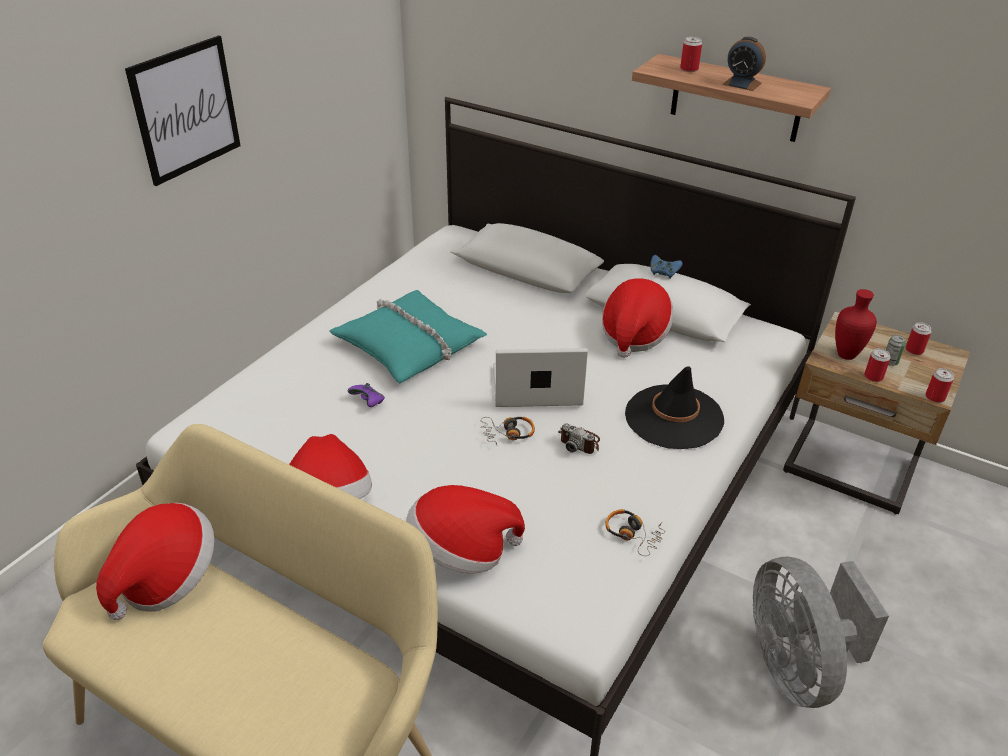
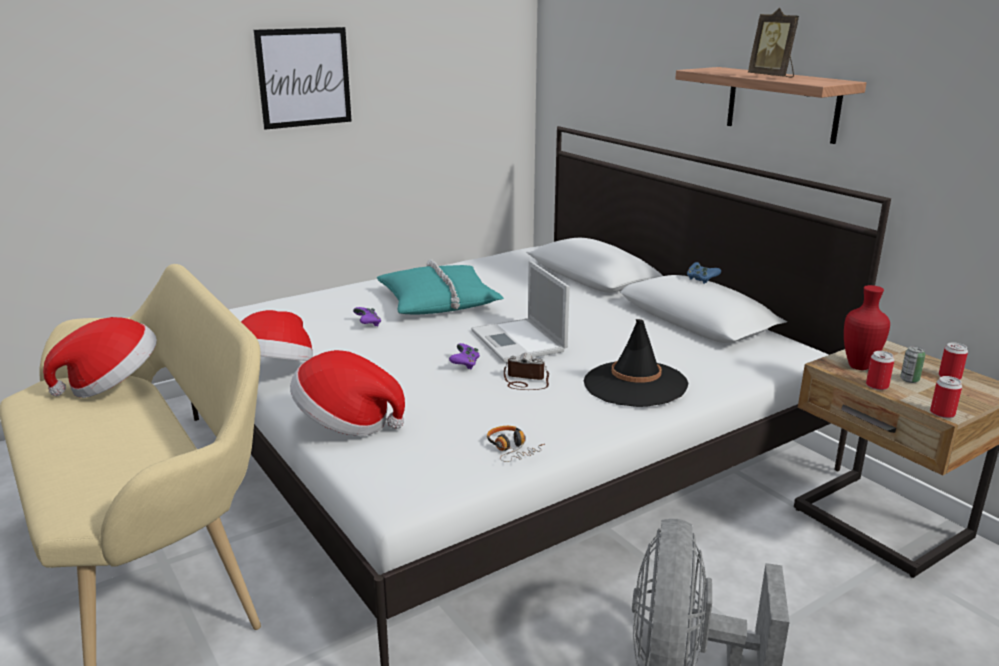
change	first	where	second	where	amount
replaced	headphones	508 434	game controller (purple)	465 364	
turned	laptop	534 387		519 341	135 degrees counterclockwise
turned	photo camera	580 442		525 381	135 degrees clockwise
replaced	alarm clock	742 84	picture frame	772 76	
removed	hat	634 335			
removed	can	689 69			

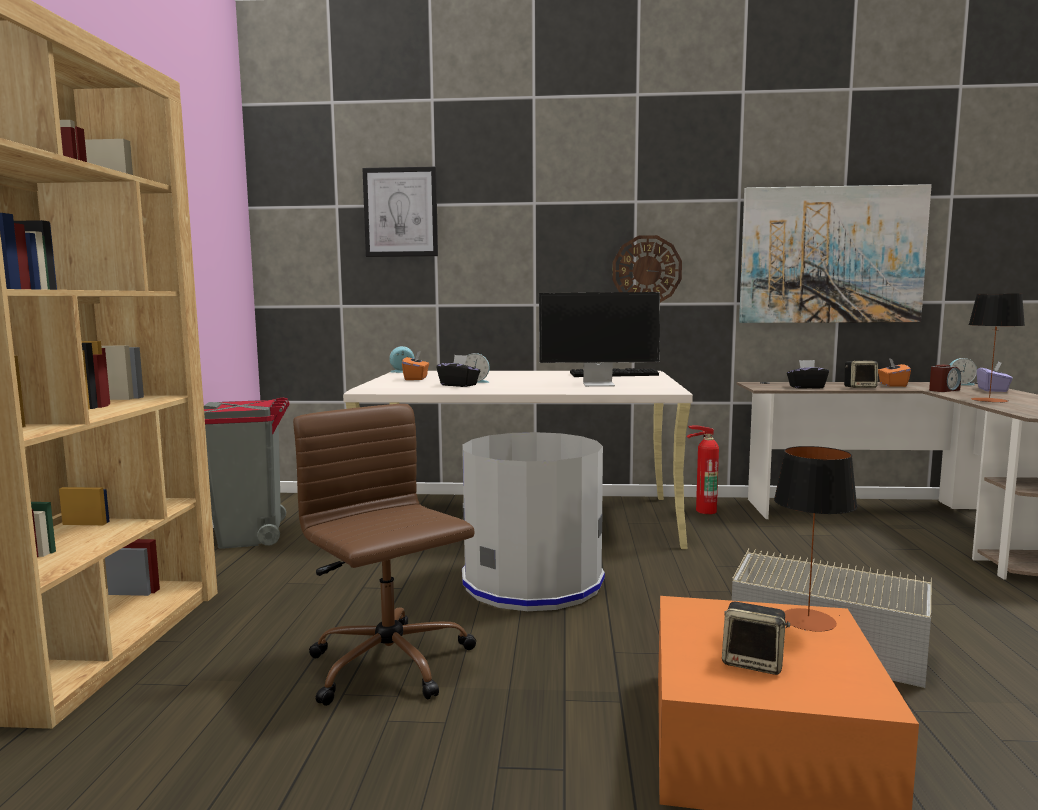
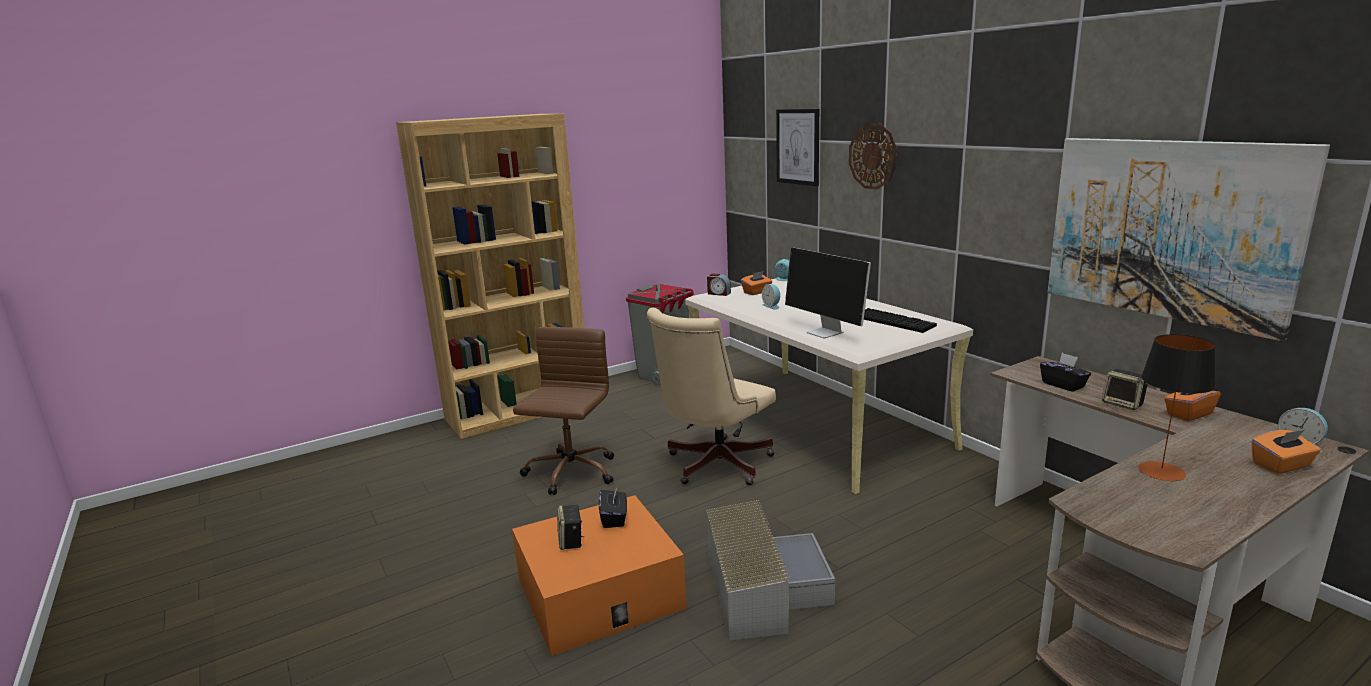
change	first	where	second	where	amount
moved	tissue box (black)	459 385		614 518	
replaced	trash can (grey)	532 581	office chair (beige)	713 466	
moved	alarm clock	944 390		718 293	
moved	wall clock	646 270		873 156	
recoloured	tissue box (purple)	993 390	tissue box (orange)	1281 466	
removed	fire extinguisher	703 510			
removed	table lamp	808 620			

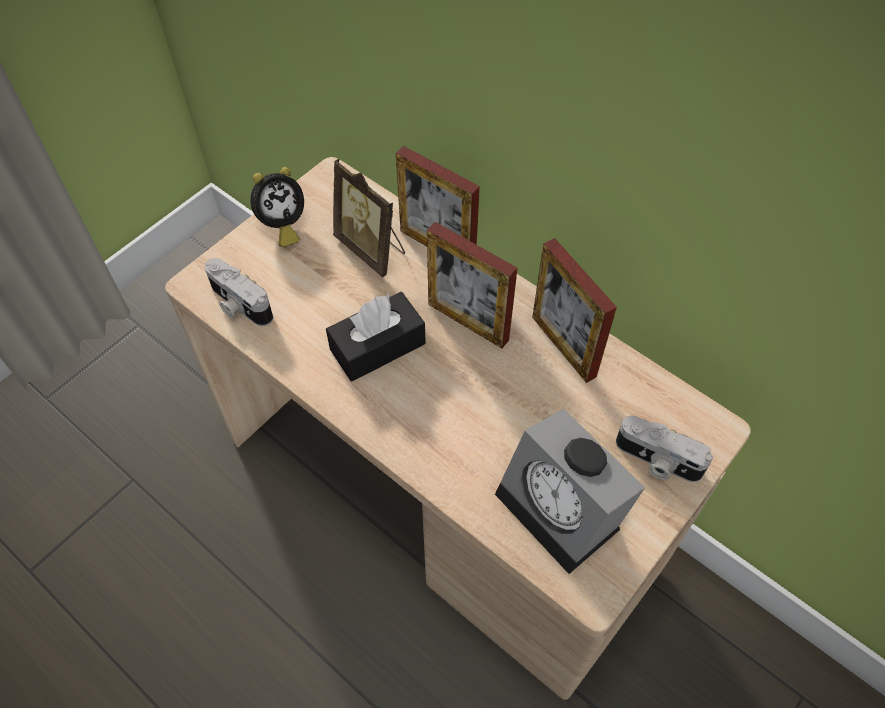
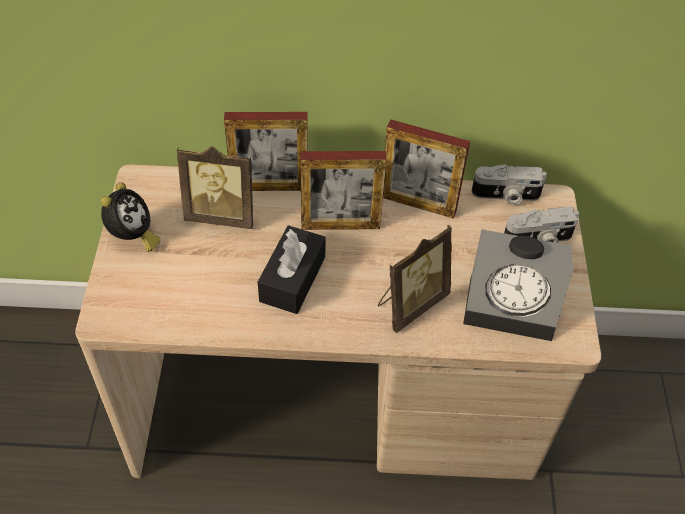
change	first	where	second	where	amount
added			picture frame	410 303	
moved	photo camera	238 304		506 196	

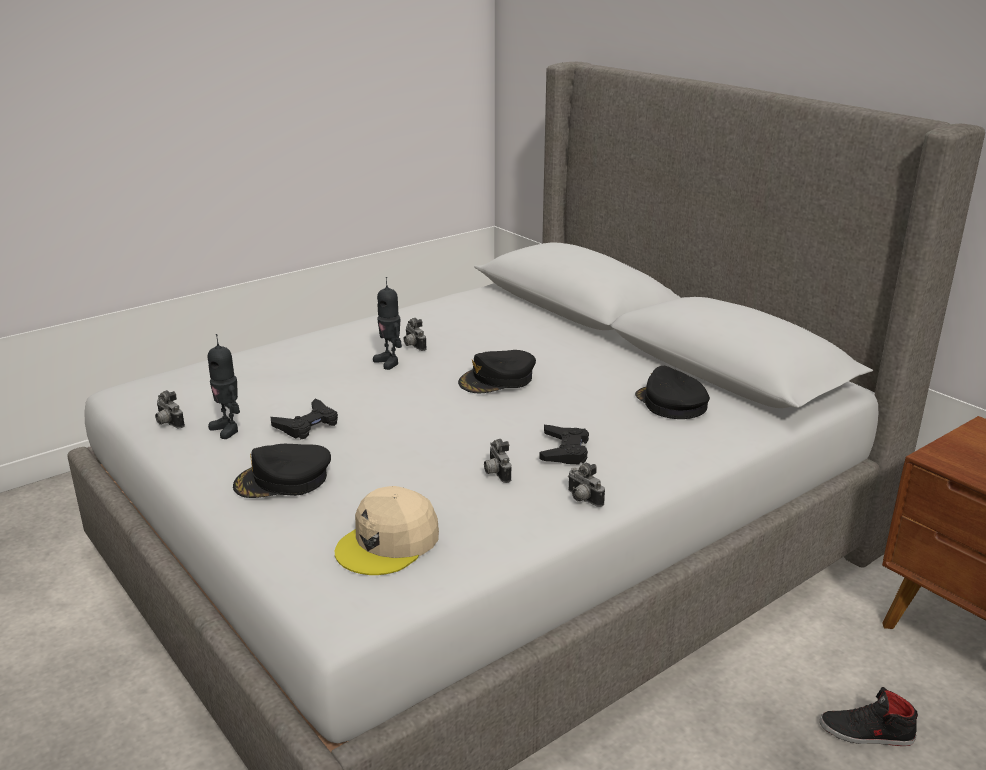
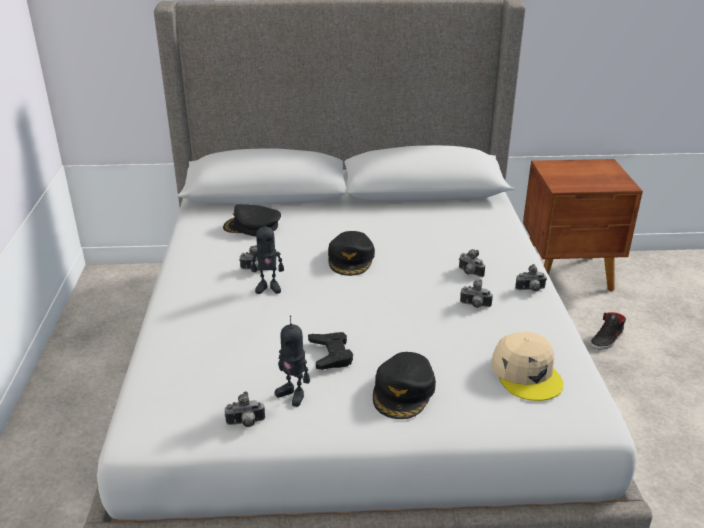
change	first	where	second	where	amount
moved	cap (black)	671 403		252 226	
turned	toy robot	228 429		293 394	45 degrees clockwise
replaced	game controller (black)	564 450	photo camera	469 273	

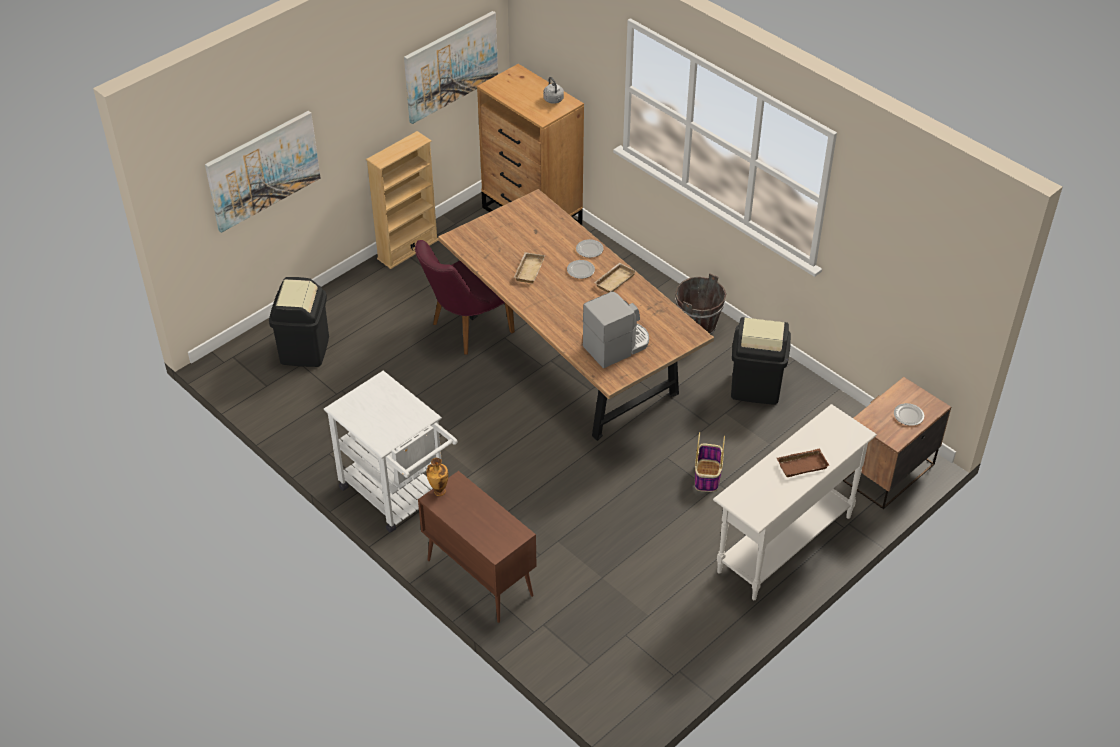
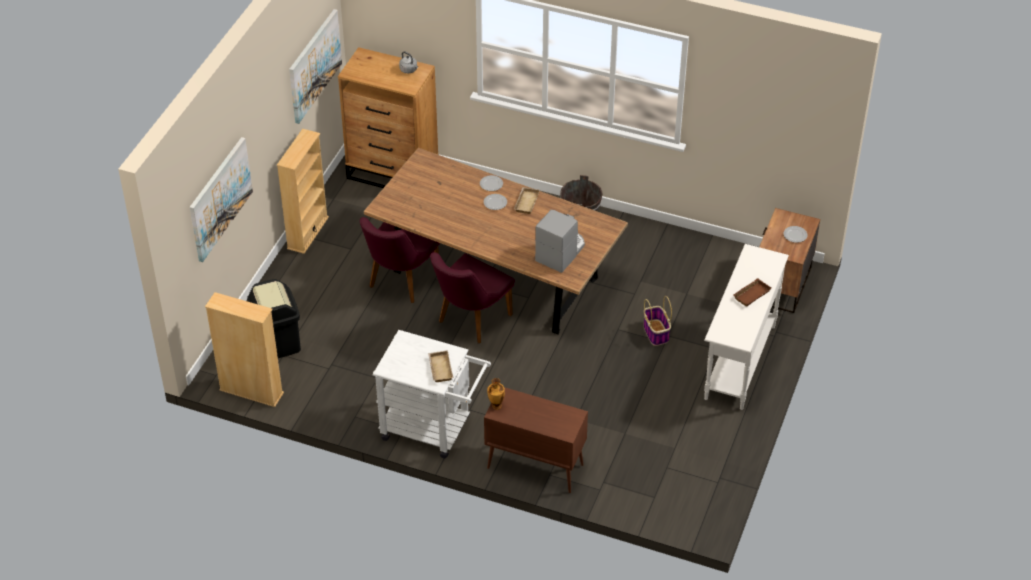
change	first	where	second	where	amount
added			bookcase (beige)	251 392	
moved	tray (beige)	528 270		439 368	
added			chair (purple)	469 321	
removed	trash can (black)	756 387			

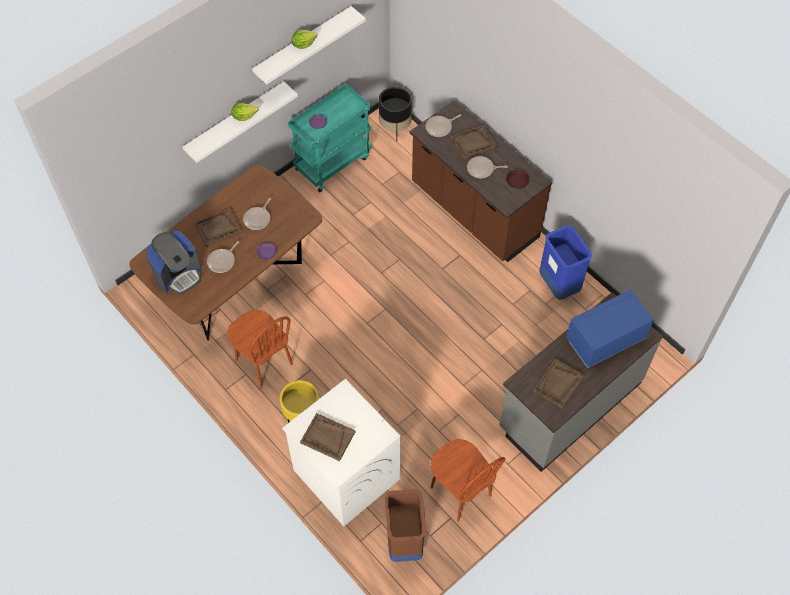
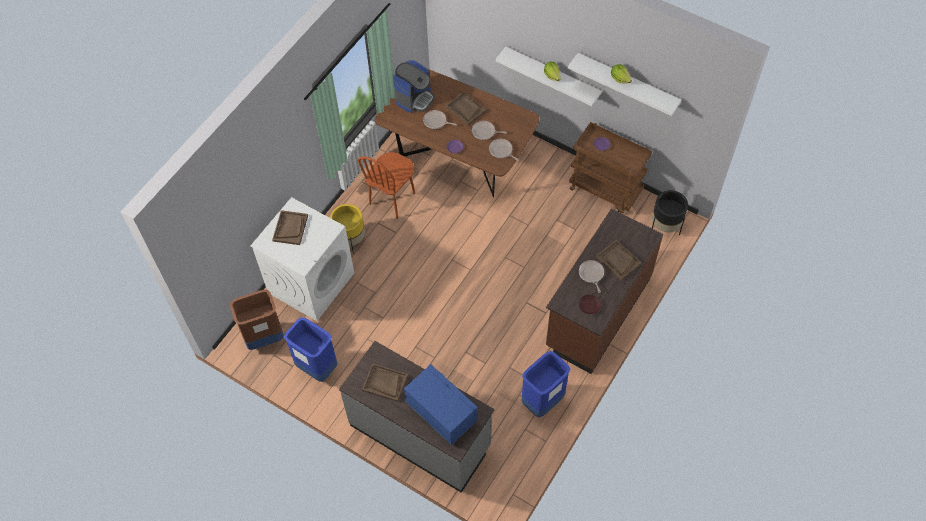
change	first	where	second	where	amount
replaced	chair (brown)	460 492	trash can (blue)	316 367	
turned	coffee machine	178 274		414 98	90 degrees counterclockwise
moved	frying pan	440 127		501 151	
recoloured	cart (turquoise)	333 162	cart (brown)	606 190	

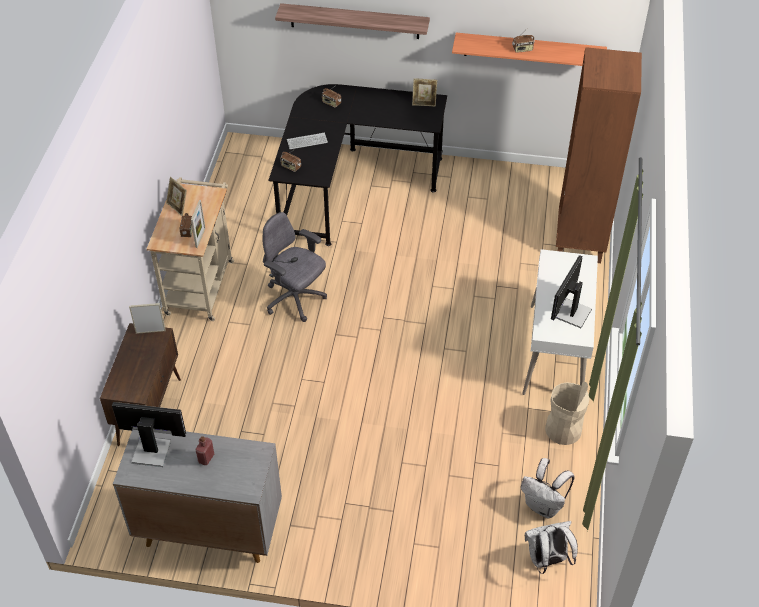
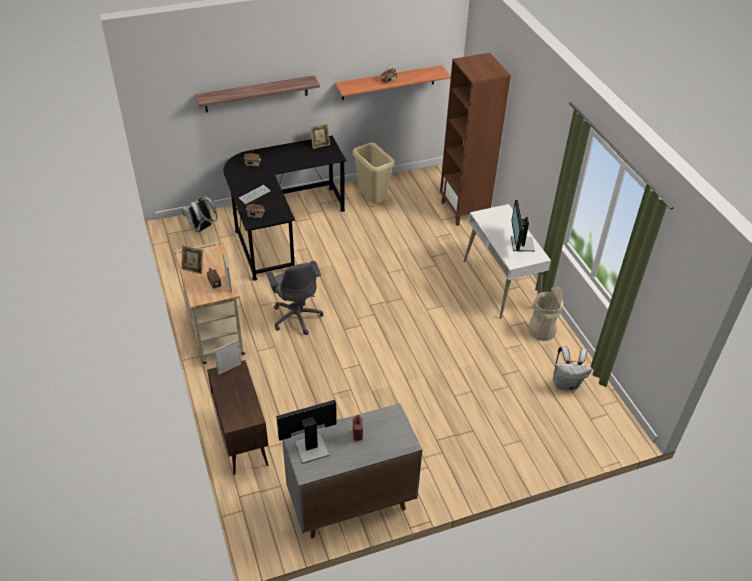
change	first	where	second	where	amount
moved	backpack (white)	547 560		202 228	
turned	office chair (grey)	295 299		297 317	120 degrees counterclockwise
added			trash can (beige)	373 201	

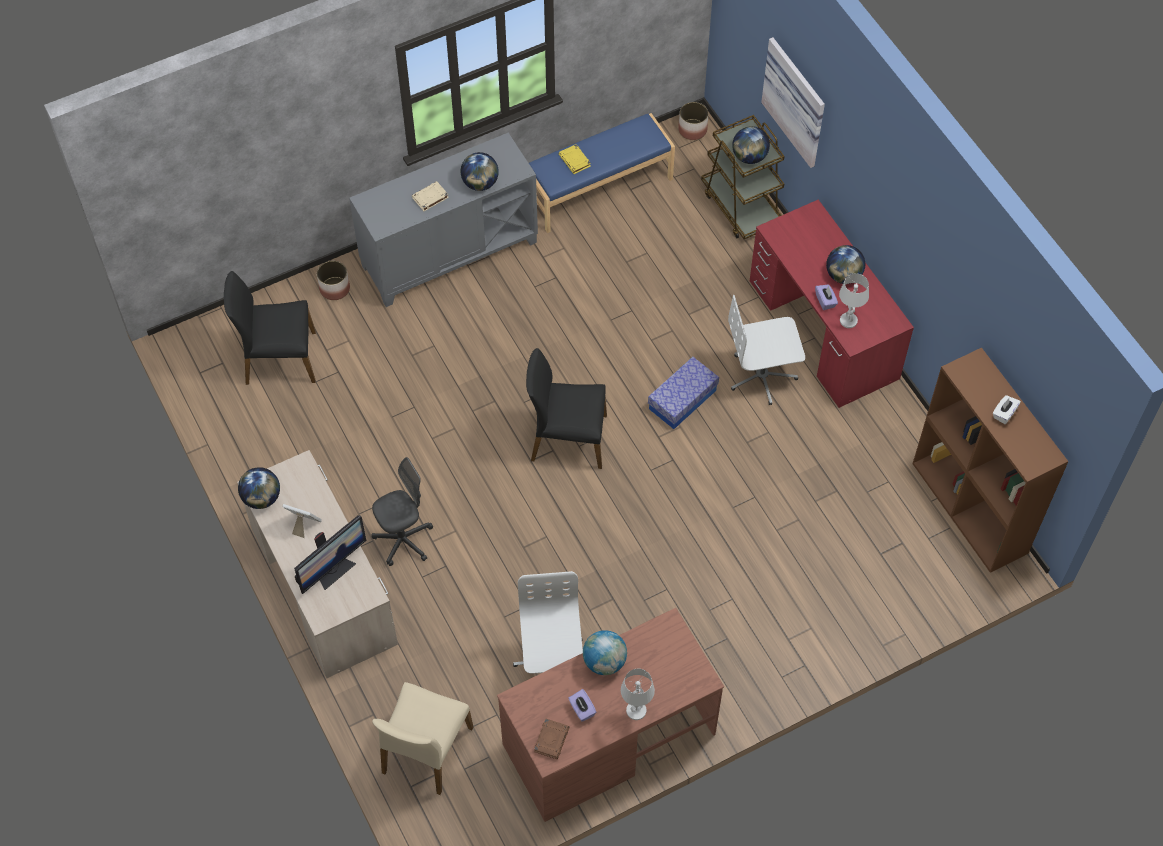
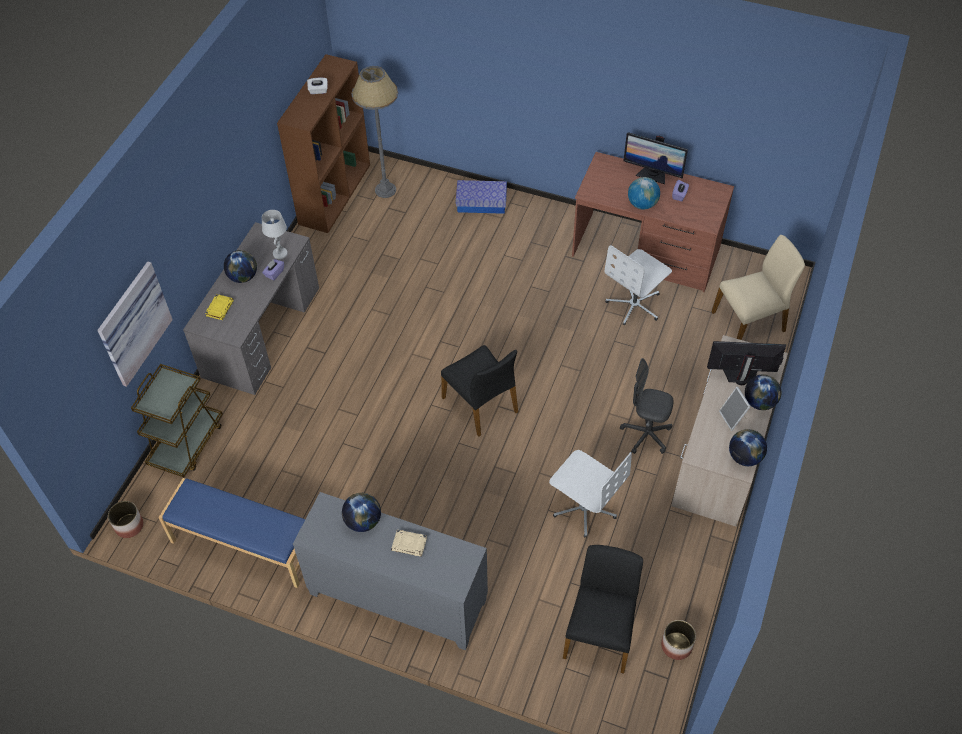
change	first	where	second	where	amount
recoloured	desk (red)	823 330	desk (grey)	262 331	
moved	book (yellow)	575 161		220 308	
added			floor lamp (grey)	385 190	
moved	storage box	682 400		481 203	
moved	office chair (white)	762 376		584 508	
turned	chair (black)	279 358		600 632	120 degrees counterclockwise
replaced	table lamp (white)	636 711	monitor	652 174	
moved	planter	334 289		677 646	
moved	globe	749 157		759 402	
removed	book (brown)	551 739			

